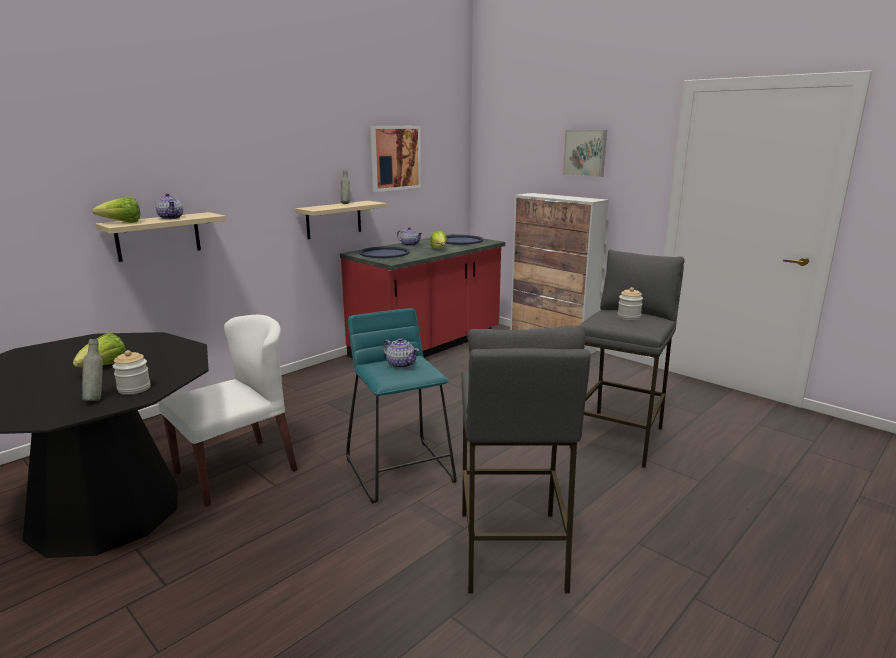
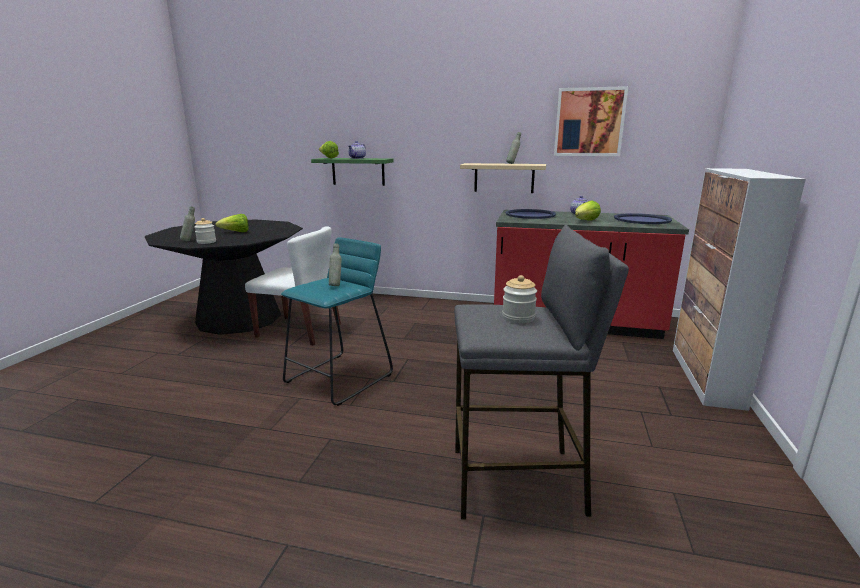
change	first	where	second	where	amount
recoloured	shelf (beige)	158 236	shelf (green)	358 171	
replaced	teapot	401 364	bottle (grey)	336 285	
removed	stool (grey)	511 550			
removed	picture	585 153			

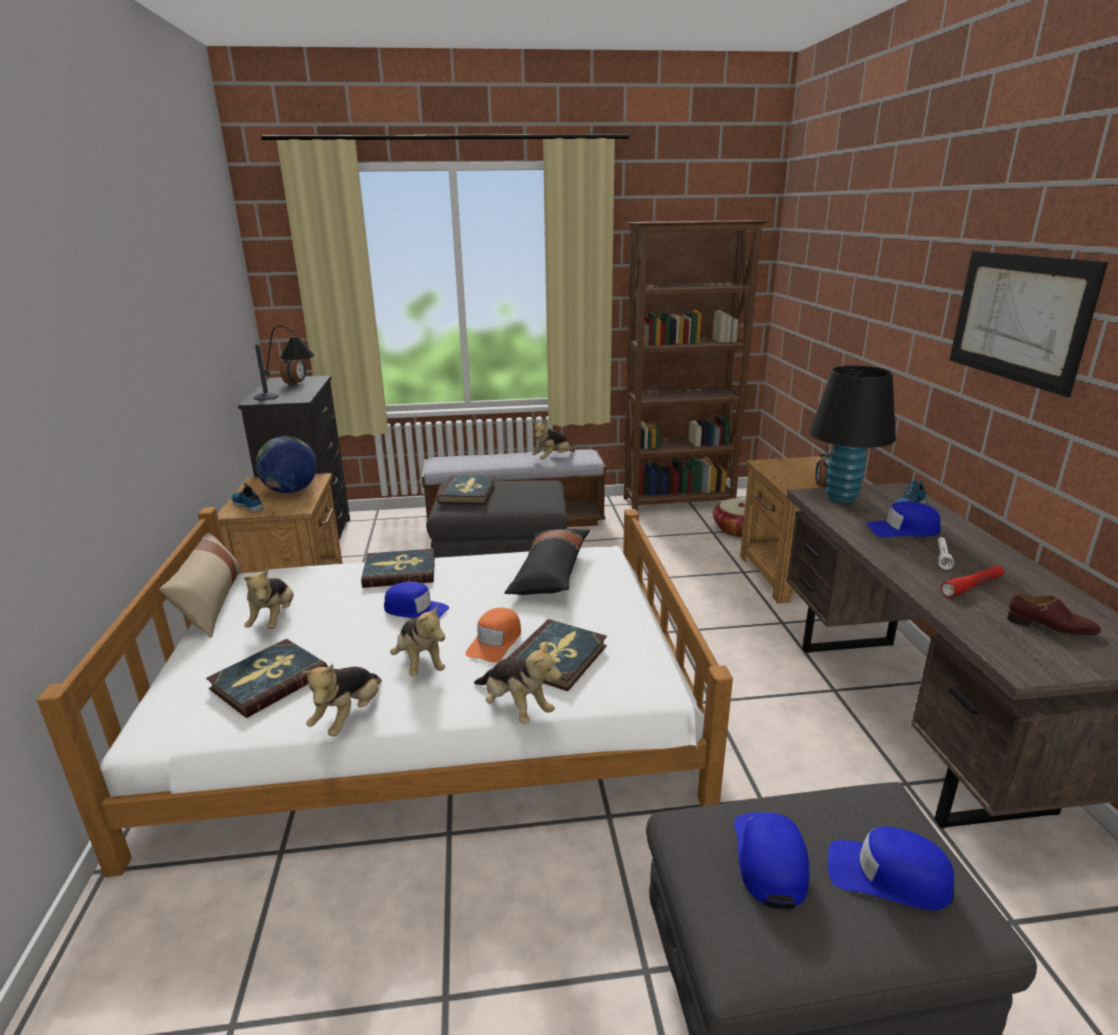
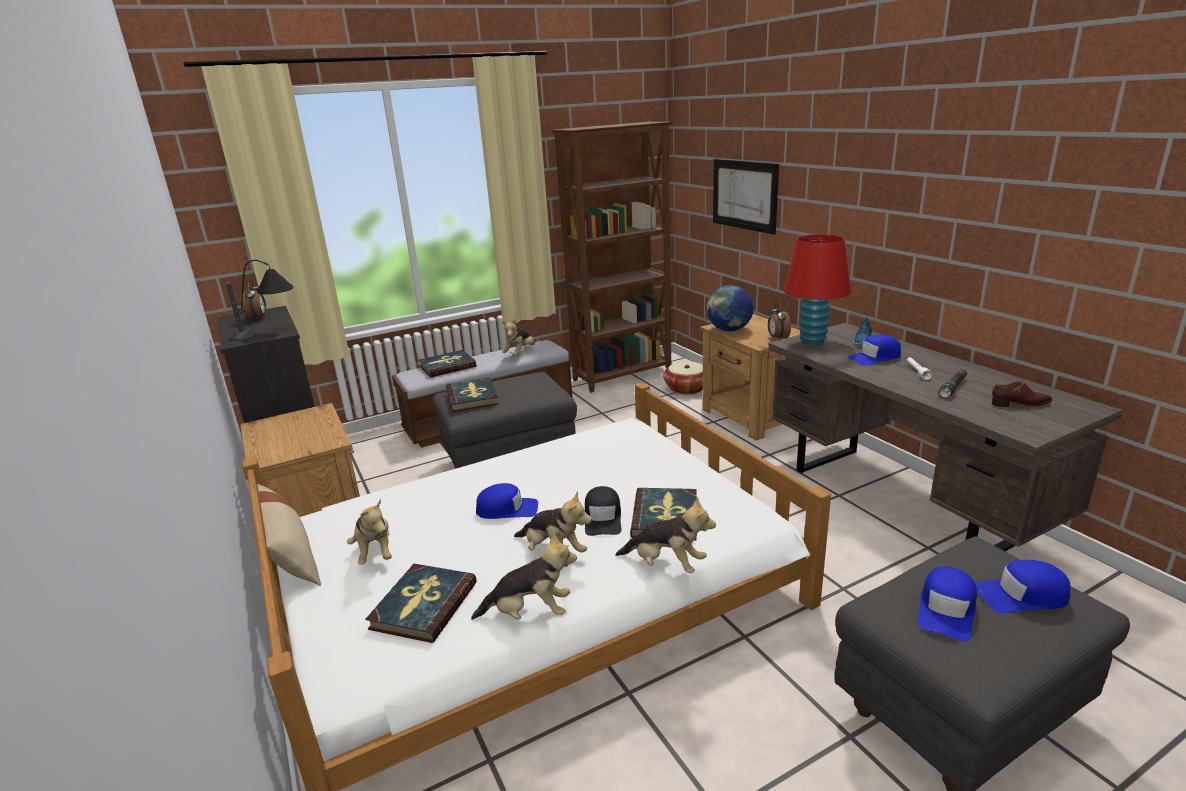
change	first	where	second	where	amount
moved	book	400 572		447 366	
turned	plush toy	349 716		529 613	90 degrees counterclockwise
recoloured	cap (orange)	495 642	cap (black)	603 518	
moved	globe	291 491		729 330	
moved	picture	1018 318		744 195	
recoloured	table lamp (black)	841 498	table lamp (red)	812 342	
turned	cap (blue)	769 859		947 610	135 degrees counterclockwise
recoloured	flashlight (red)	972 586	flashlight (black)	953 388	
removed	shoe	248 505			
removed	pillow (black)	550 573			

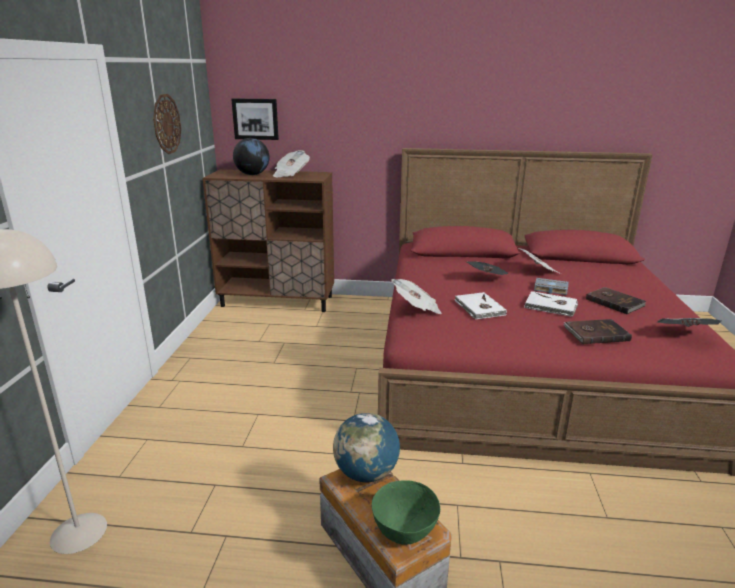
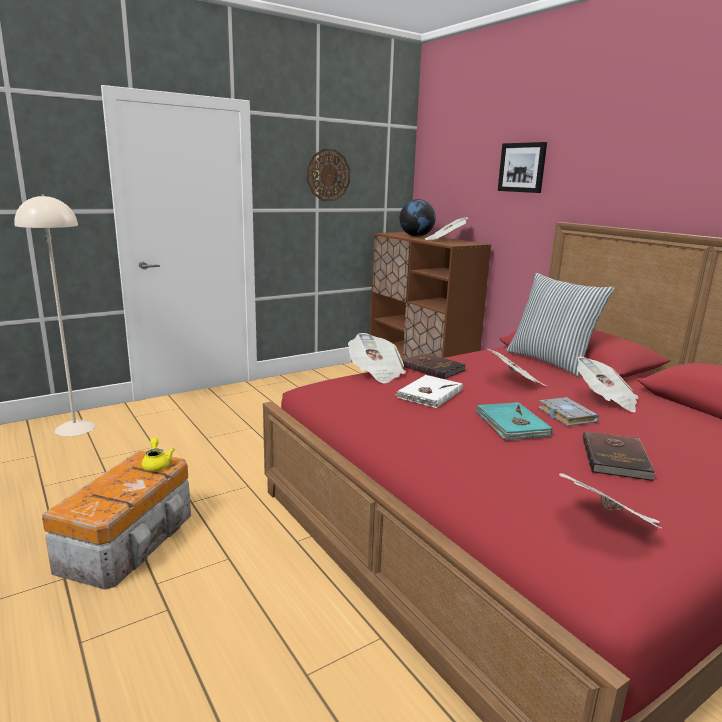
change	first	where	second	where	amount
replaced	globe	366 473	teapot (yellow)	156 464	
moved	book (brown)	595 333		433 368	
recoloured	book (white)	551 306	book (turquoise)	511 424	
moved	picture	255 119		522 167	
added			pillow	550 361	
removed	bowl (green)	403 532			

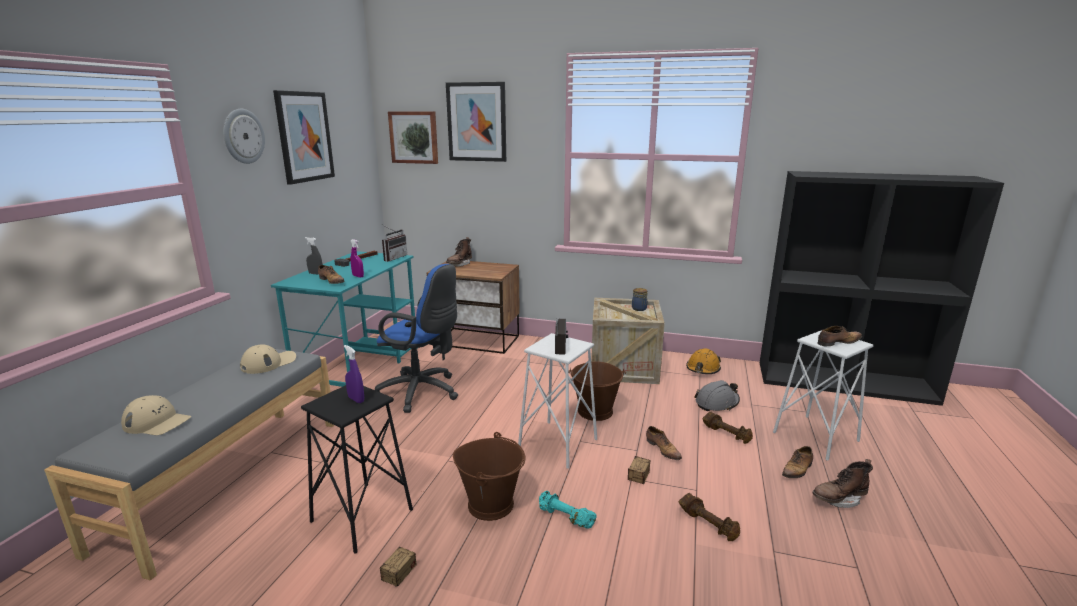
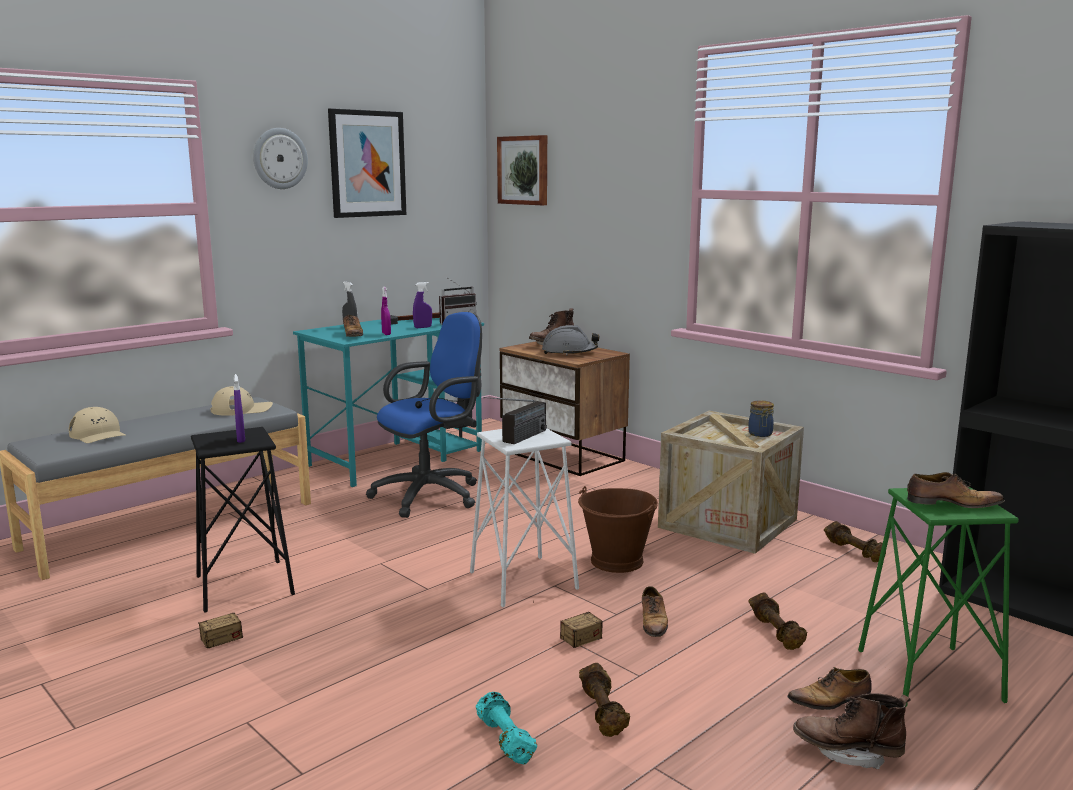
change	first	where	second	where	amount
turned	office chair (blue)	422 392		432 495	90 degrees counterclockwise
added			spray bottle (purple)	423 327	
moved	dumbbell (turquoise)	565 518		504 740	
moved	hard hat (grey)	717 403		569 352	
replaced	hard hat (orange)	703 369	dumbbell (brown)	855 551	
recoloured	stool (white)	815 437	stool (green)	928 675	
removed	picture	477 122			
removed	bucket (brown)	491 504			

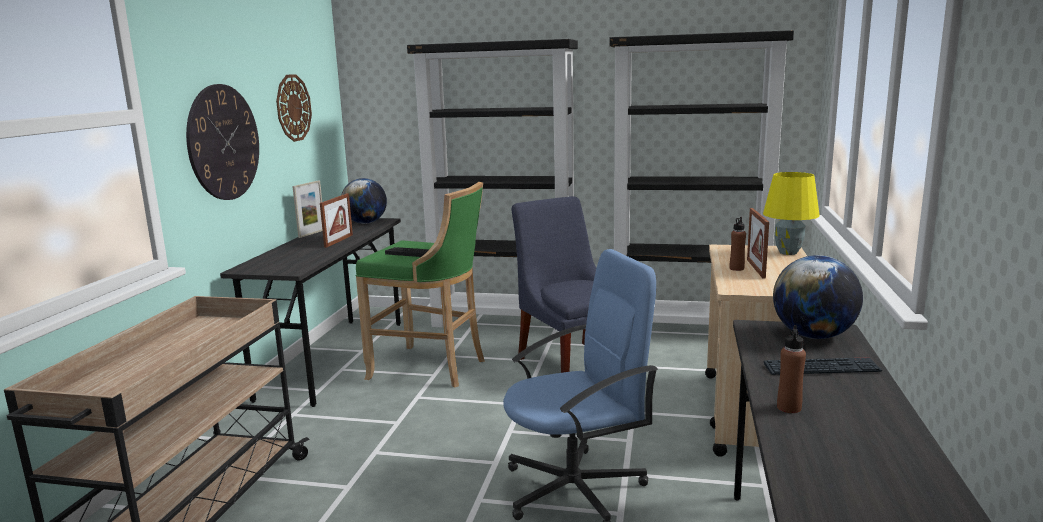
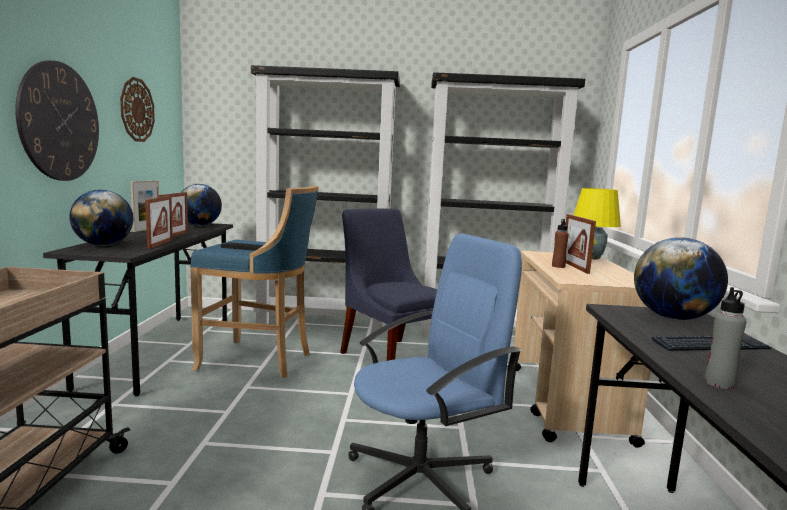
change	first	where	second	where	amount
added			globe	103 245	
added			picture frame	160 244	
recoloured	stool (green)	432 368	stool (blue)	259 360	
recoloured	bottle (brown)	789 408	bottle (grey)	719 383	

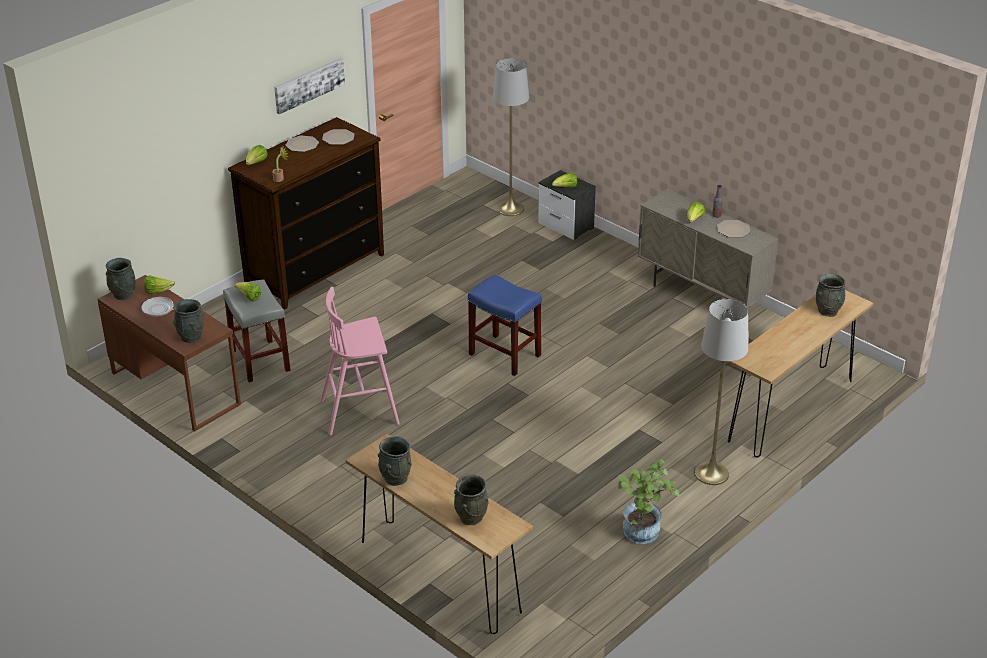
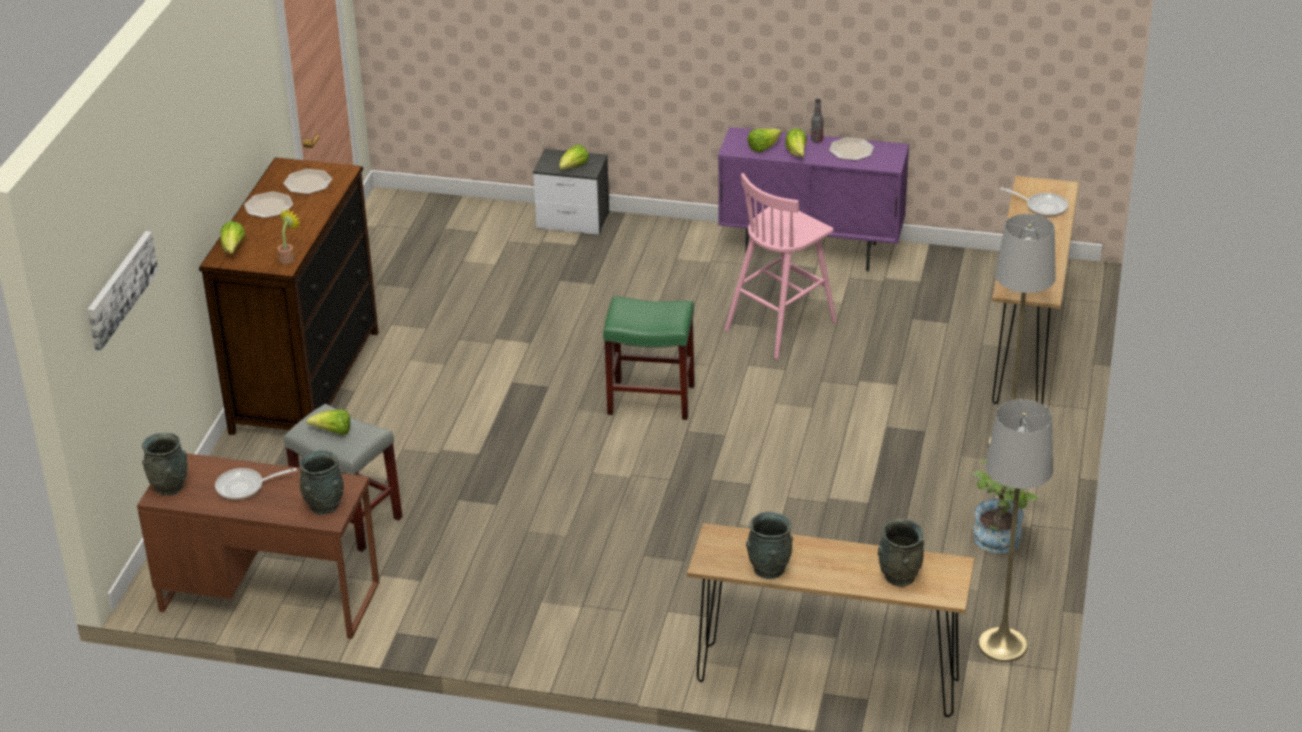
change	first	where	second	where	amount
moved	picture	308 85		120 289	
recoloured	stool (blue)	505 355	stool (green)	652 399	
recoloured	cabinet (beige)	701 296	cabinet (purple)	811 251	
moved	stool (pink)	361 412		782 325	
moved	lettuce	157 291		763 148	
moved	floor lamp (grey)	510 209		1002 645	
replaced	vase (grey)	828 311	frying pan	1043 207	

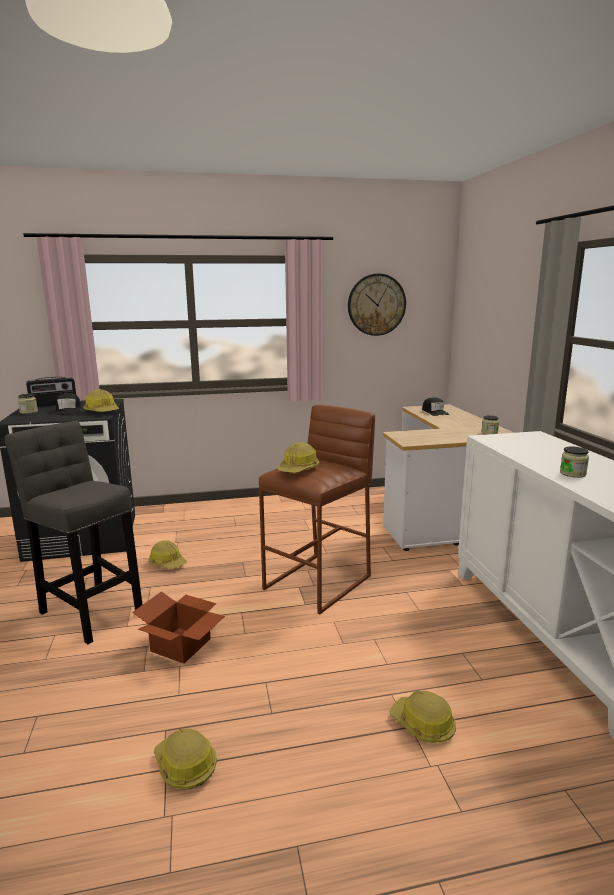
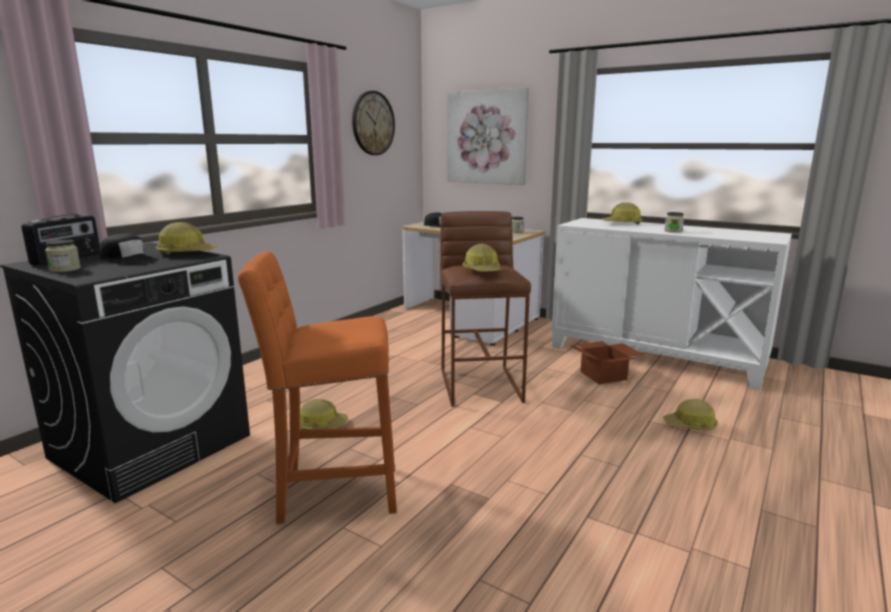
change	first	where	second	where	amount
recoloured	stool (grey)	89 610	stool (orange)	332 493	
added			picture	486 137	
moved	cardboard box	181 646		604 376	
moved	hard hat	185 766		622 224	

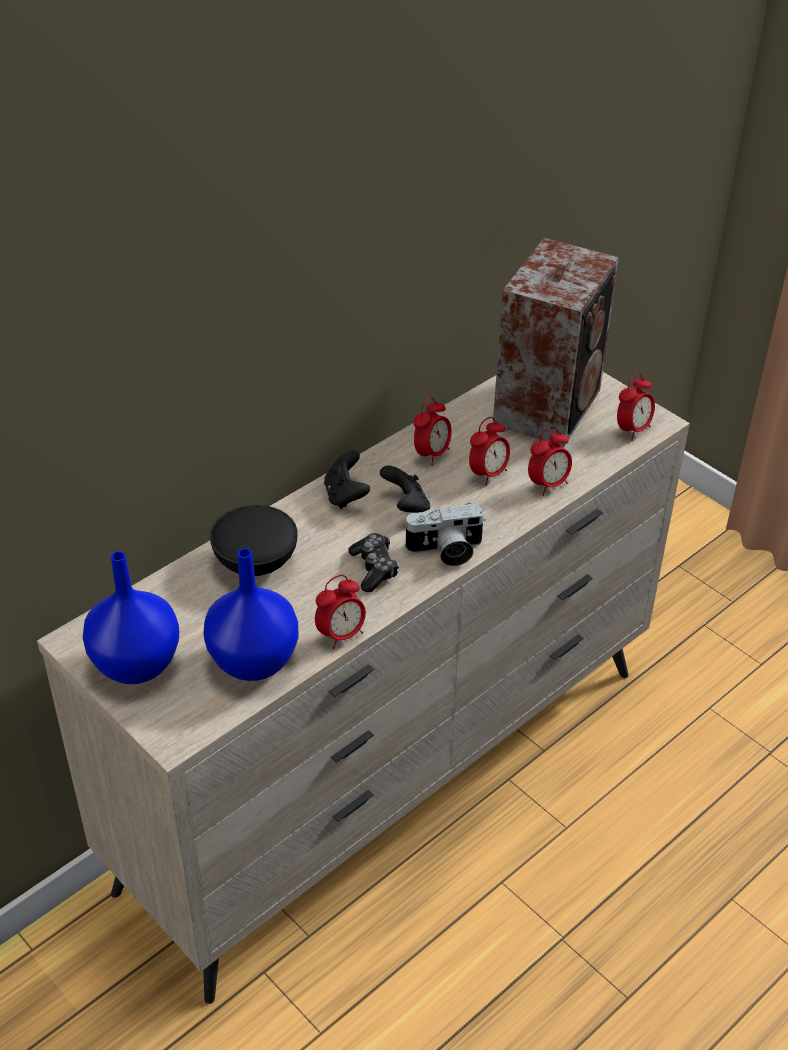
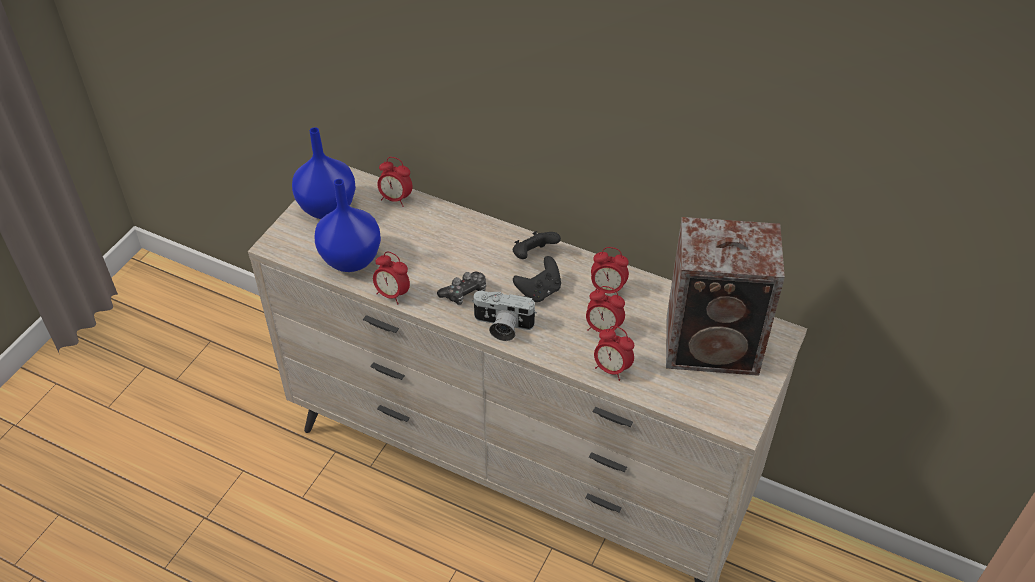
change	first	where	second	where	amount
moved	alarm clock	632 430		395 199	
turned	photo camera	445 551		502 326	45 degrees counterclockwise
removed	bowl (black)	255 560			

